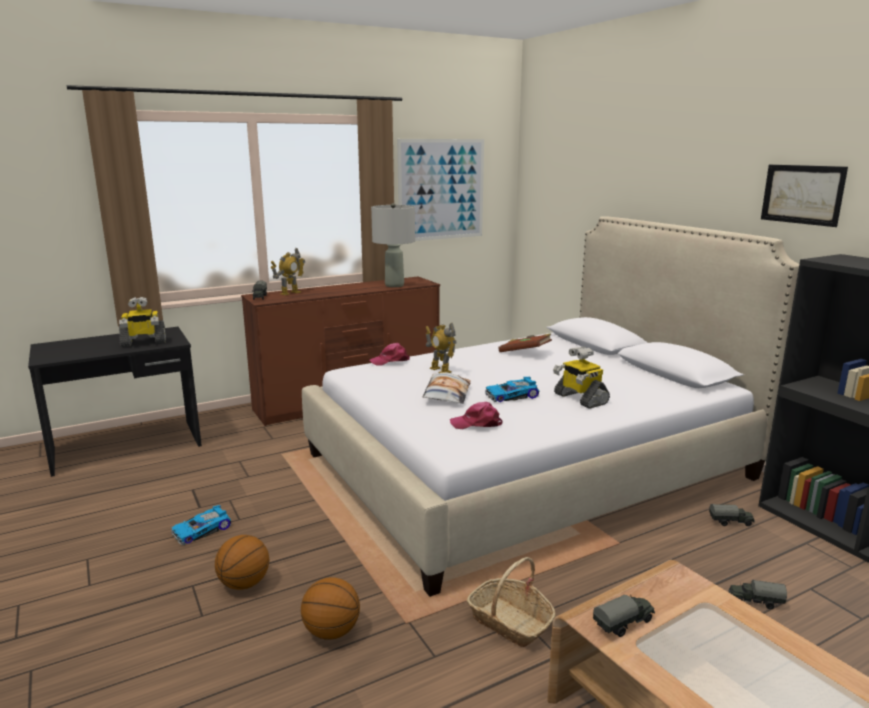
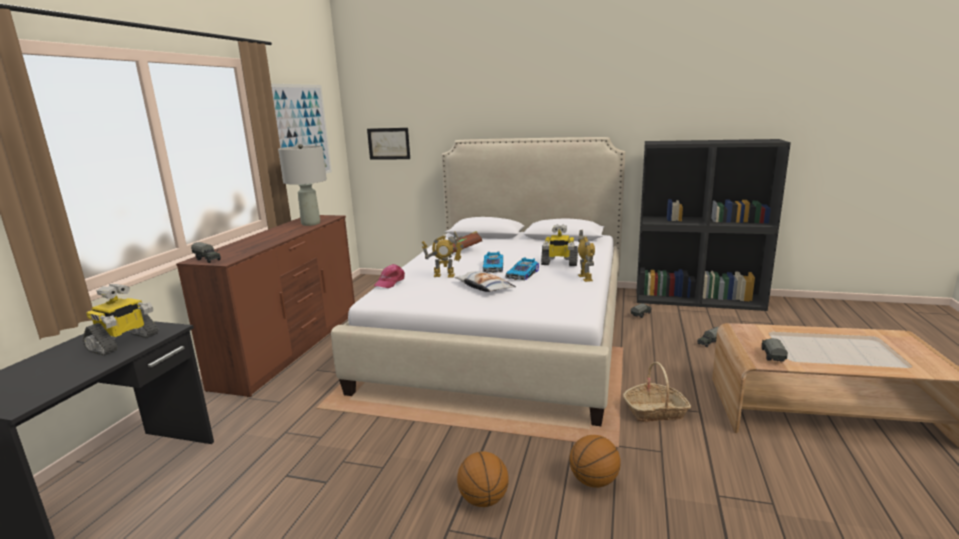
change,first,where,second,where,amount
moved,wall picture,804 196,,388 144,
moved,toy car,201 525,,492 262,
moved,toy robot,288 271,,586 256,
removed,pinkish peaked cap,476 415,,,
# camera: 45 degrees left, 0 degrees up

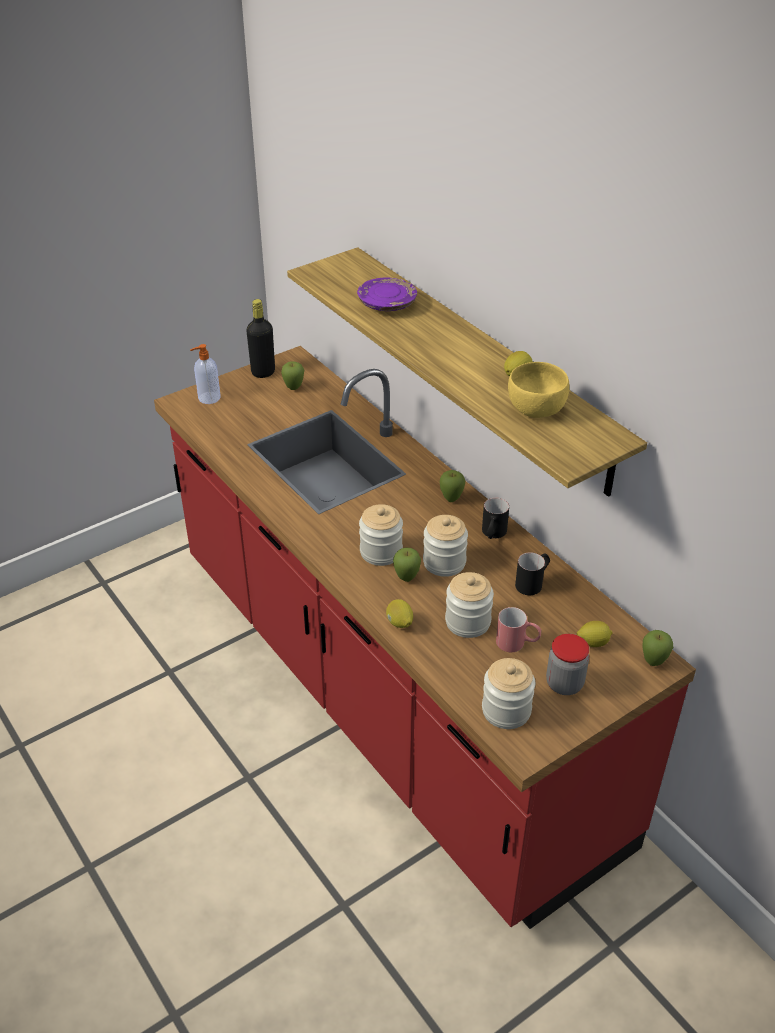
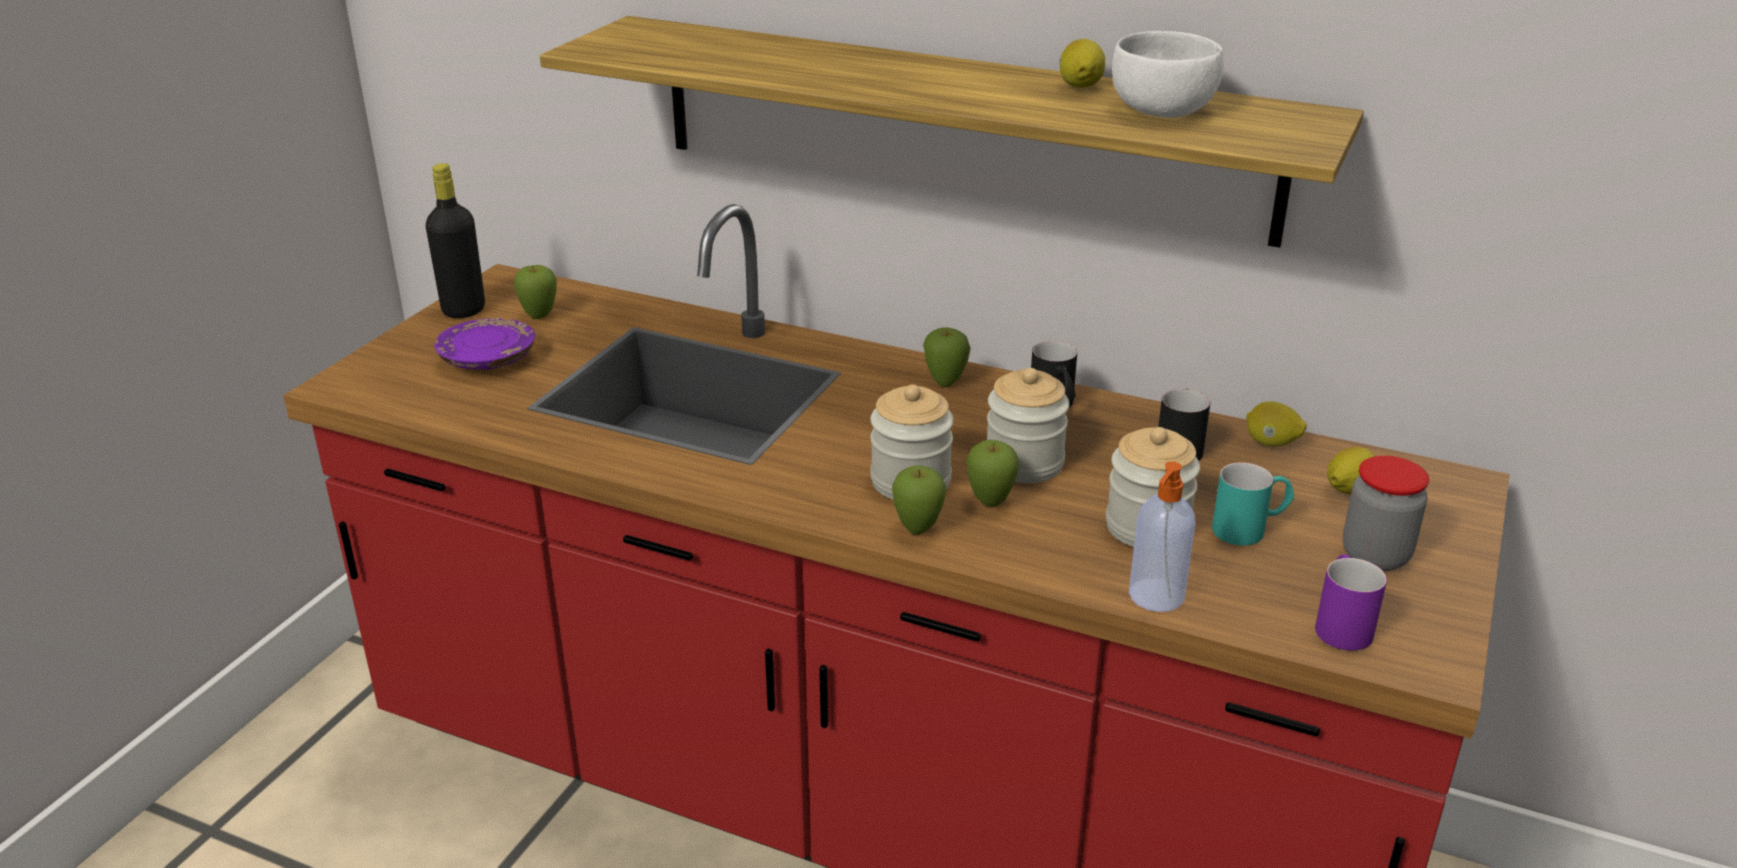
change,first,where,second,where,amount
moved,purple plate,387 294,,484 344,
moved,apple,657 648,,919 500,
recoloured,yellow-coloured deep dish,539 390,white deep dish,1167 74,
moved,soap dispenser,205 374,,1162 537,
recoloured,reddish mug,518 629,blue-green mug,1253 504,
moved,citrus fruit,399 613,,1276 423,
replaced,jar,508 693,purple mug,1351 602,
# camera: 30 degrees left, 10 degrees down

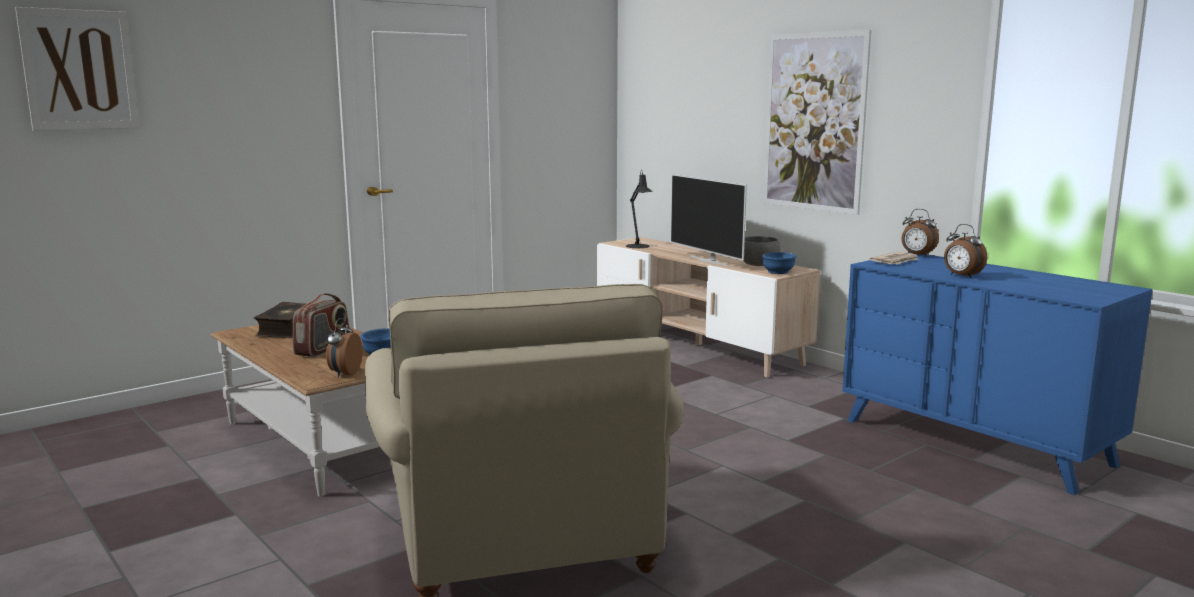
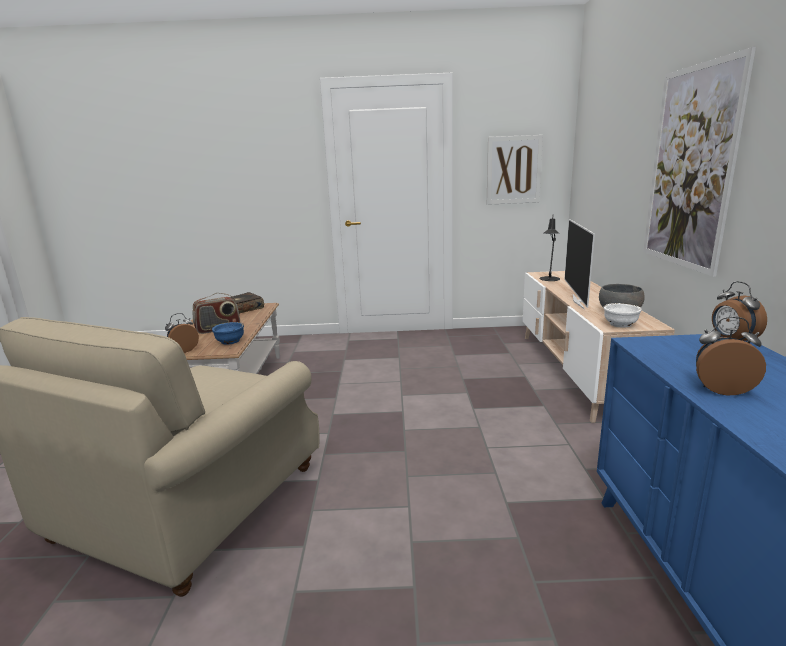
change,first,where,second,where,amount
moved,wall picture,77 69,,515 170,
recoloured,blue deep dish,779 263,white deep dish,622 315,
turned,table clock,965 251,,731 356,105 degrees clockwise
removed,printed paper,894 257,,,
# camera: 40 degrees right, 5 degrees up

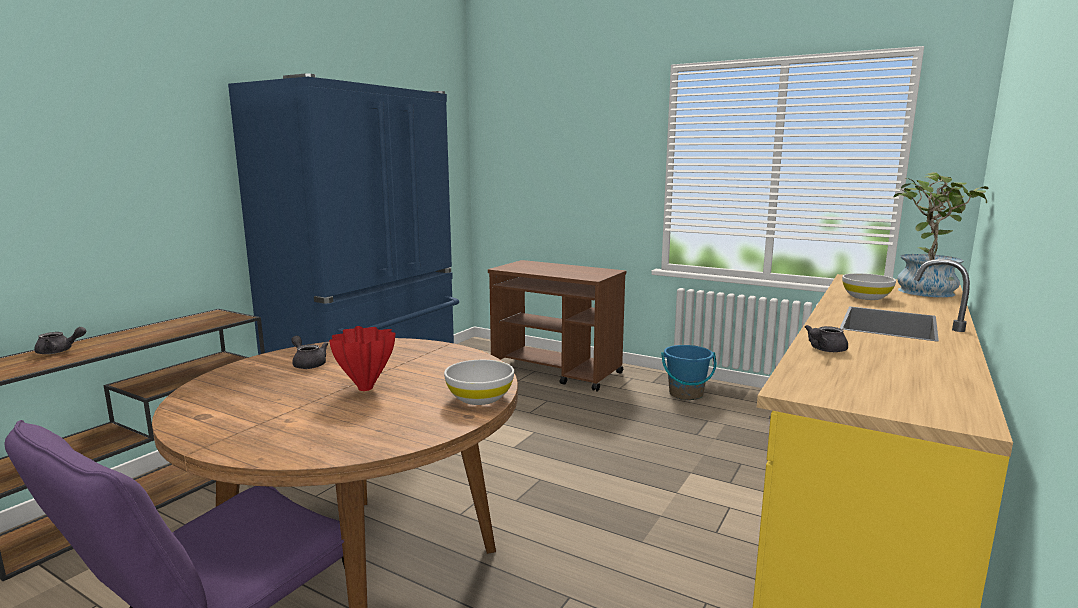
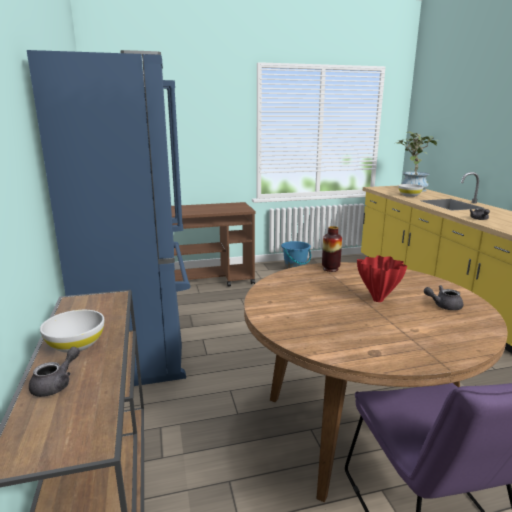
change,first,where,second,where,amount
moved,white deep dish,479 382,,72 331,
added,,,flower vase,332 249,
moved,greyish teapot,309 352,,443 297,
# camera: 45 degrees left, 5 degrees up

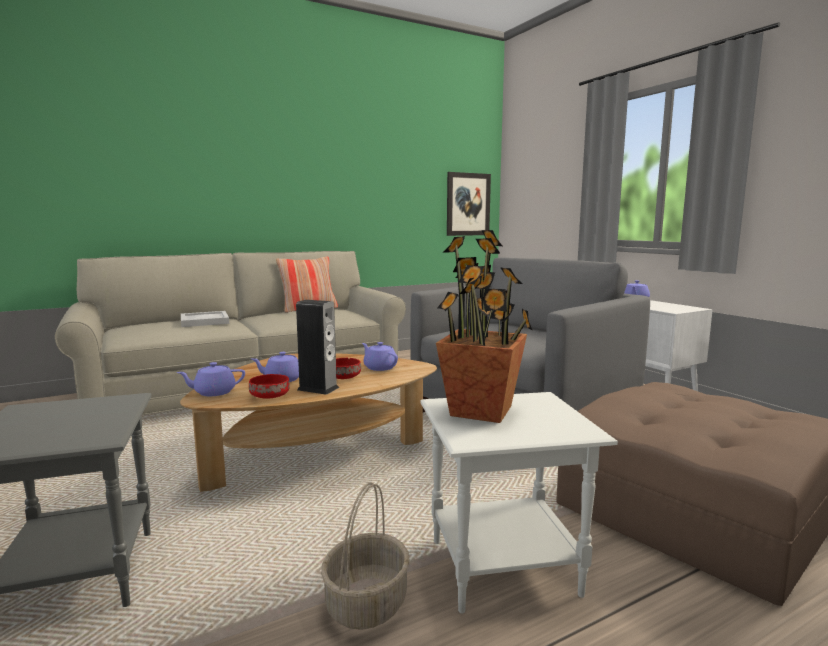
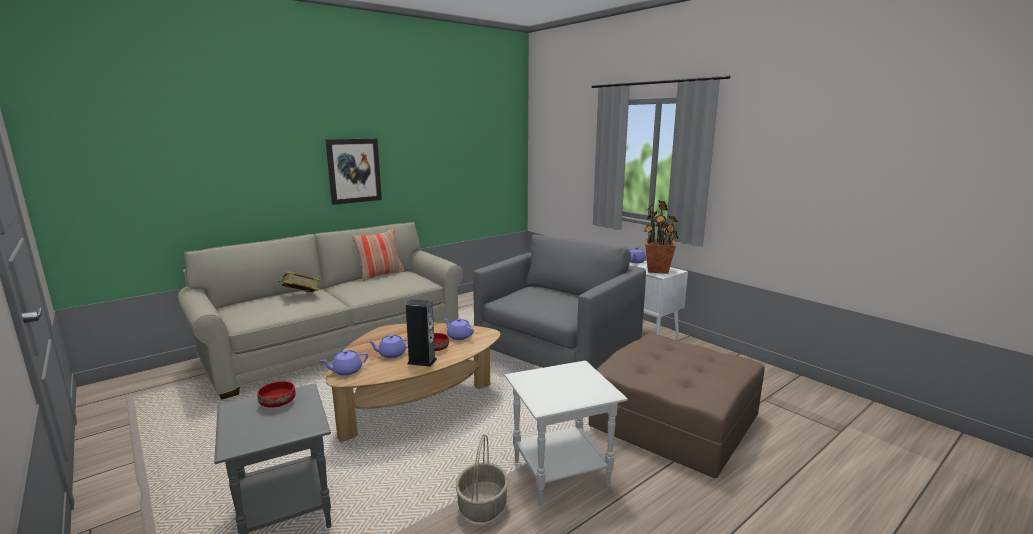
change,first,where,second,where,amount
moved,reddish deep dish,269 386,,276 394,
replaced,white tray,205 319,book,300 281,
moved,wall picture,469 204,,353 171,
moved,plant in a pot,484 326,,661 237,
# camera: 10 degrees left, 5 degrees up

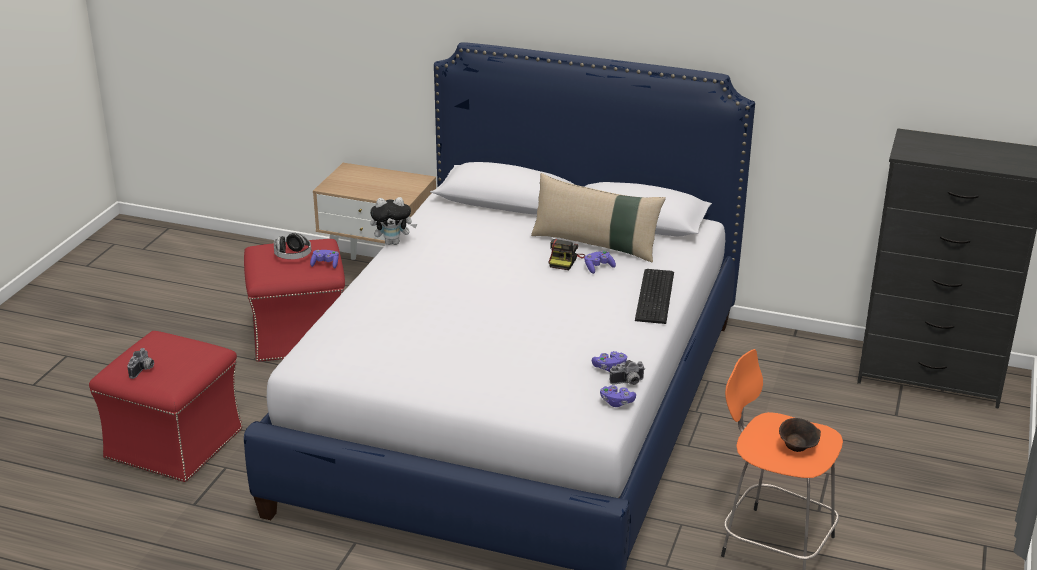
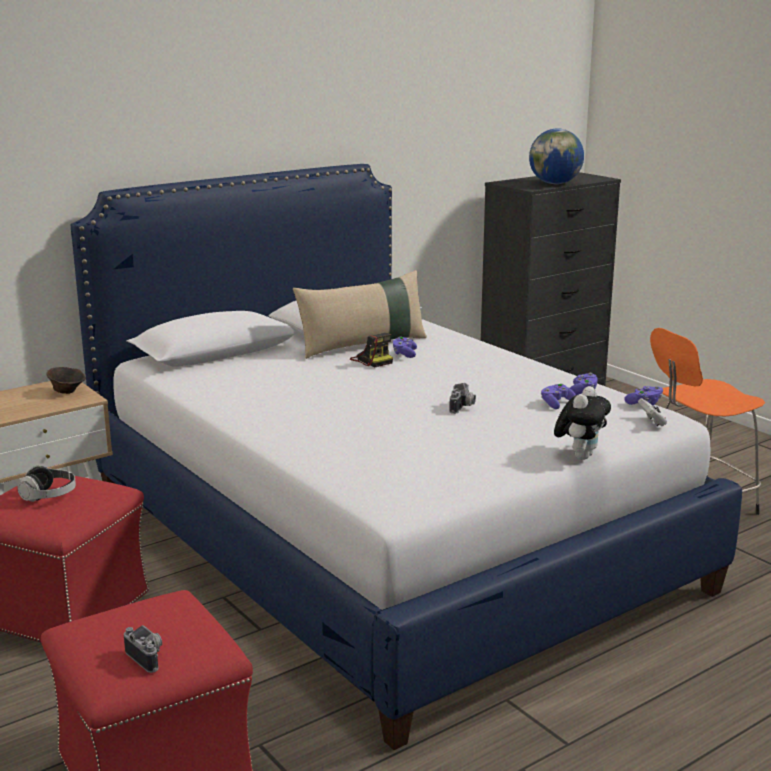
change,first,where,second,where,amount
moved,brownish deep dish,800 435,,66 380,
moved,still camera,627 372,,462 398,
added,,,world globe,556 156,
moved,purple joypad,324 259,,558 396,
moved,plush toy,393 221,,582 423,
added,,,white joypad,652 412,
removed,PC keyboard,654 296,,,
# camera: 55 degrees left, 10 degrees down

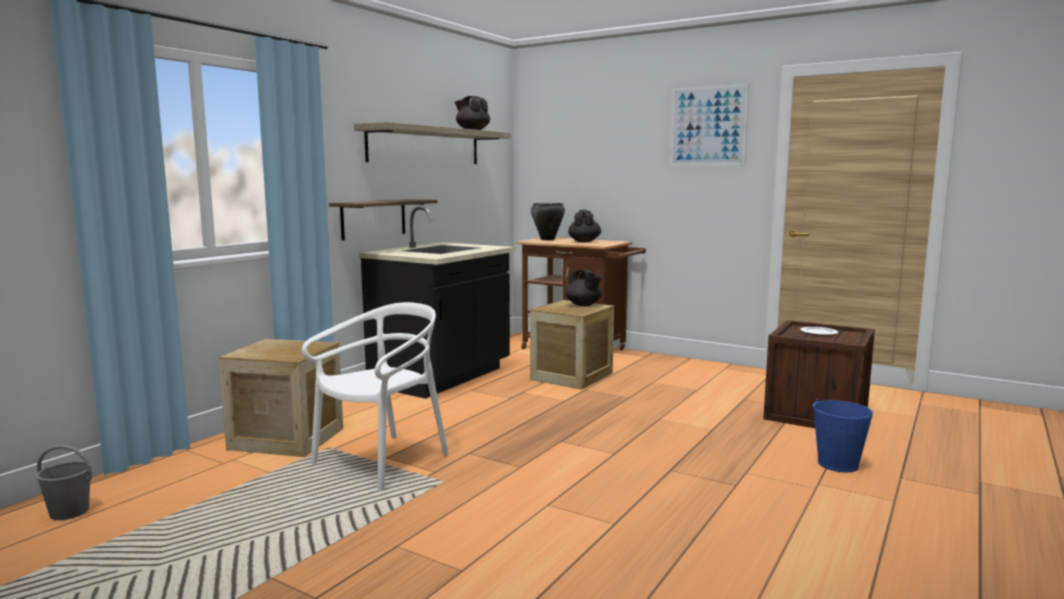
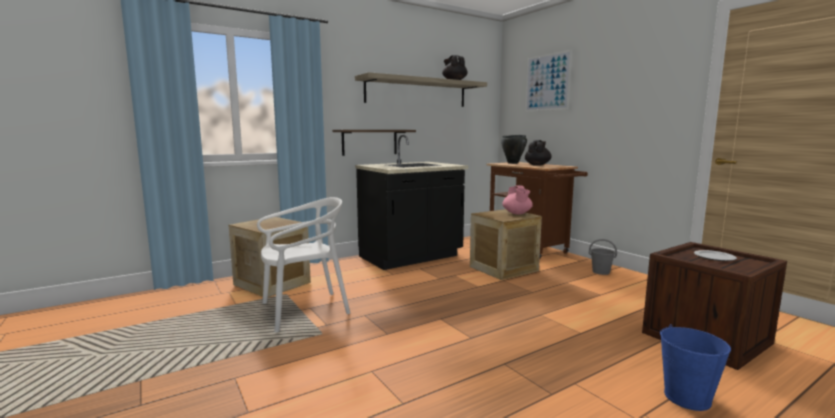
change,first,where,second,where,amount
recoloured,black teapot,583 288,pinkish teapot,518 199,
moved,wall picture,709 125,,548 81,
moved,greyish pail,64 482,,603 257,
# camera: 25 degrees right, 0 degrees up

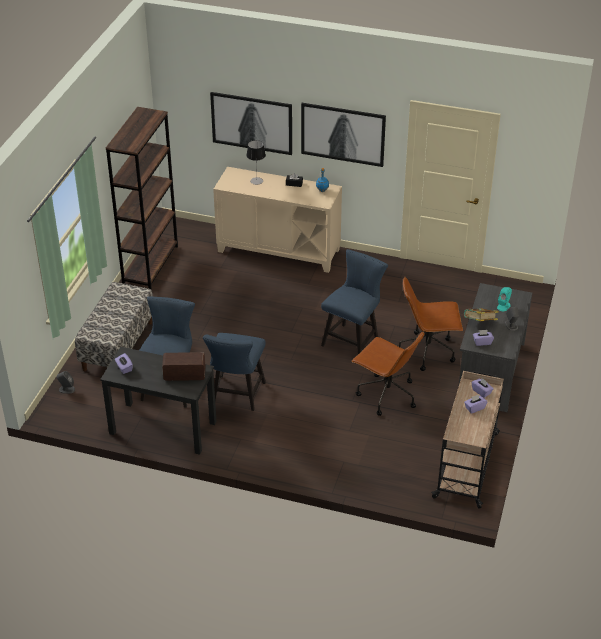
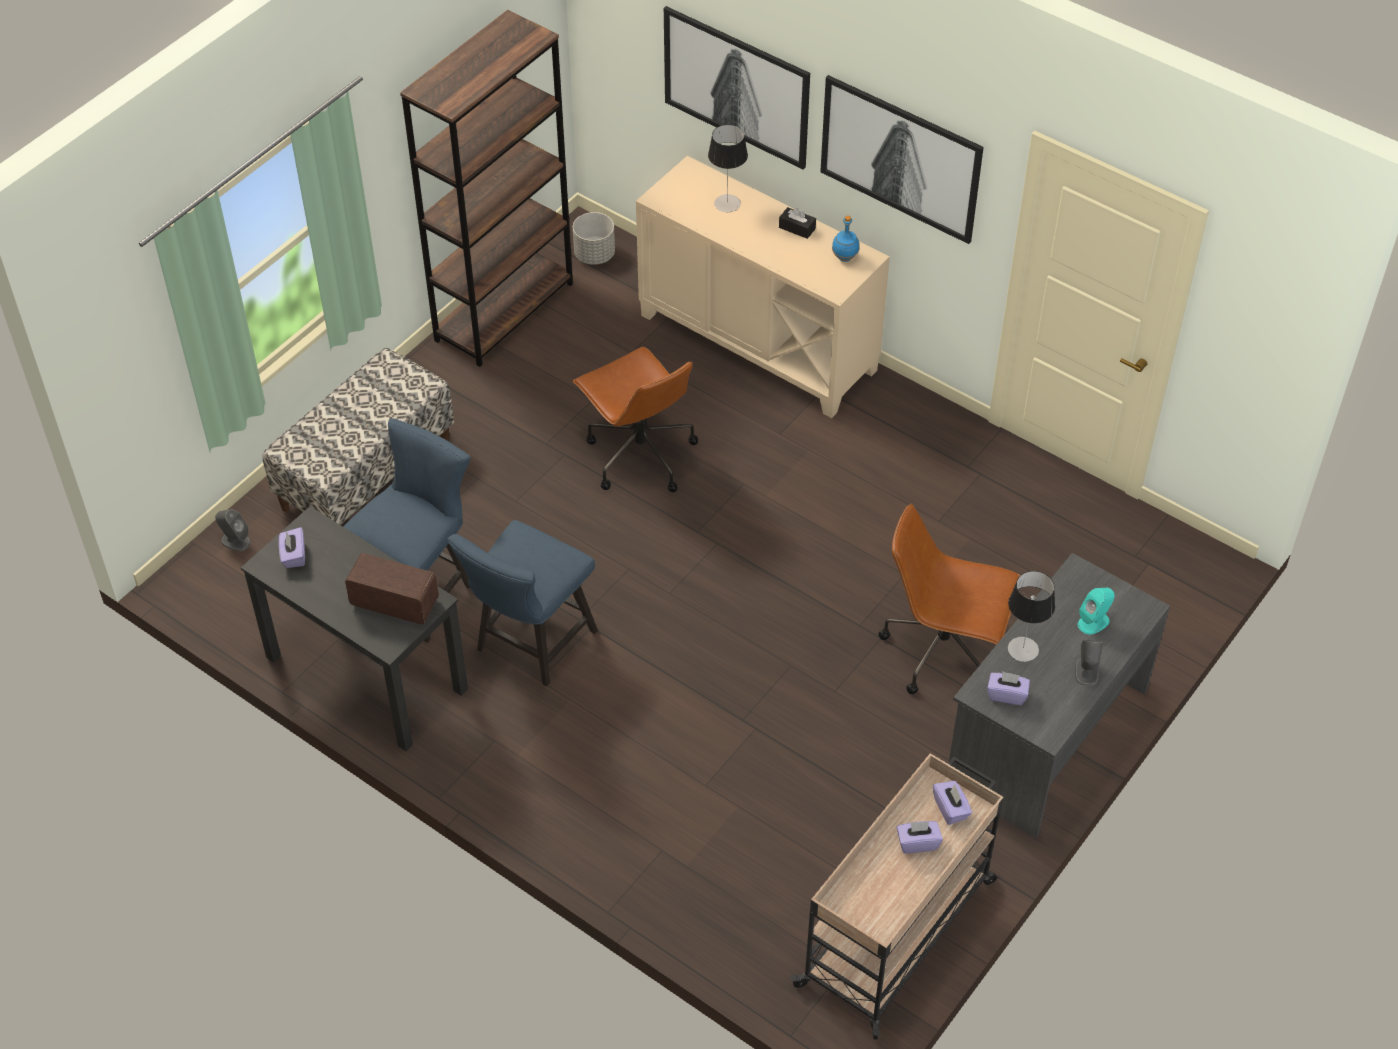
change,first,where,second,where,amount
added,,,greyish flower pot,594 238,
moved,brownish office chair,388 374,,635 419,
replaced,book,481 314,table lamp,1031 616,
removed,blue chair,354 301,,,
# camera: 20 degrees right, 10 degrees up

